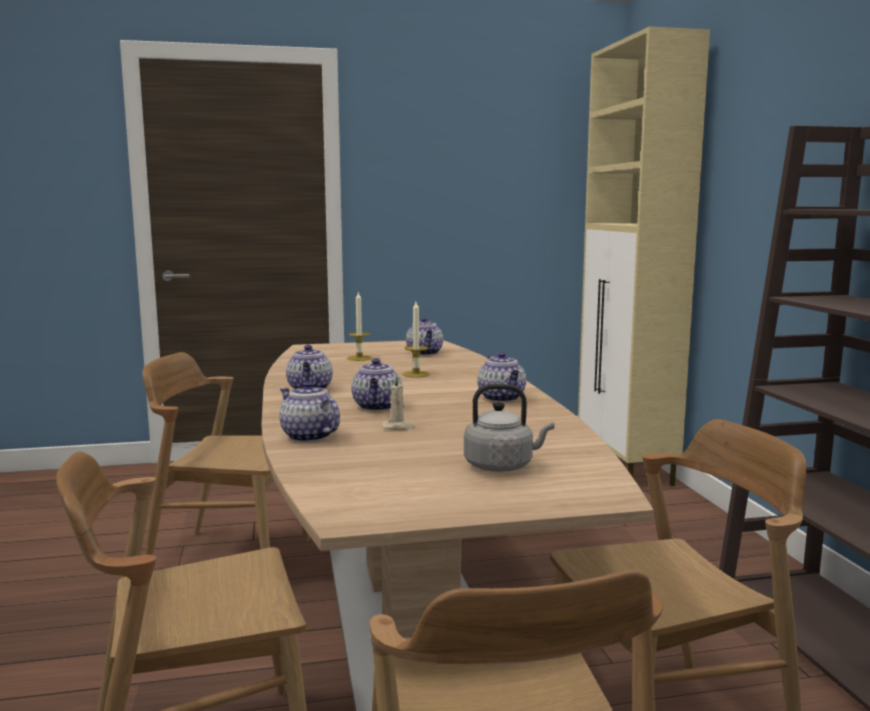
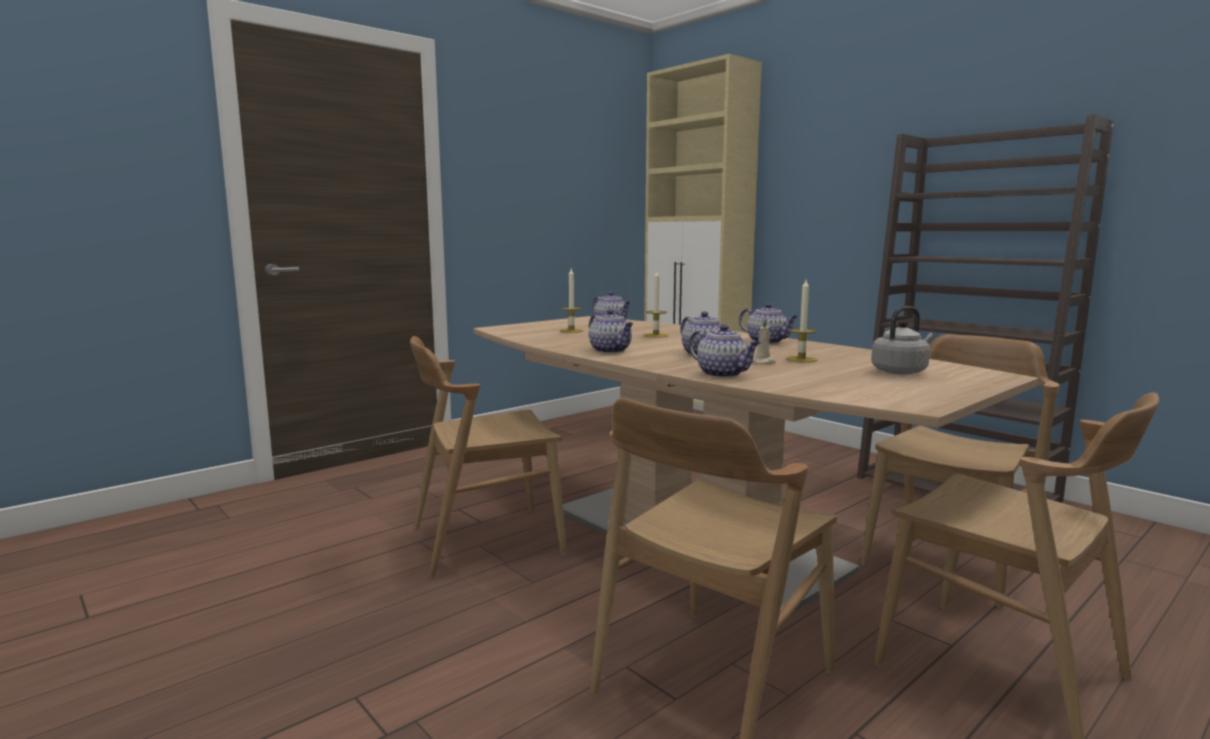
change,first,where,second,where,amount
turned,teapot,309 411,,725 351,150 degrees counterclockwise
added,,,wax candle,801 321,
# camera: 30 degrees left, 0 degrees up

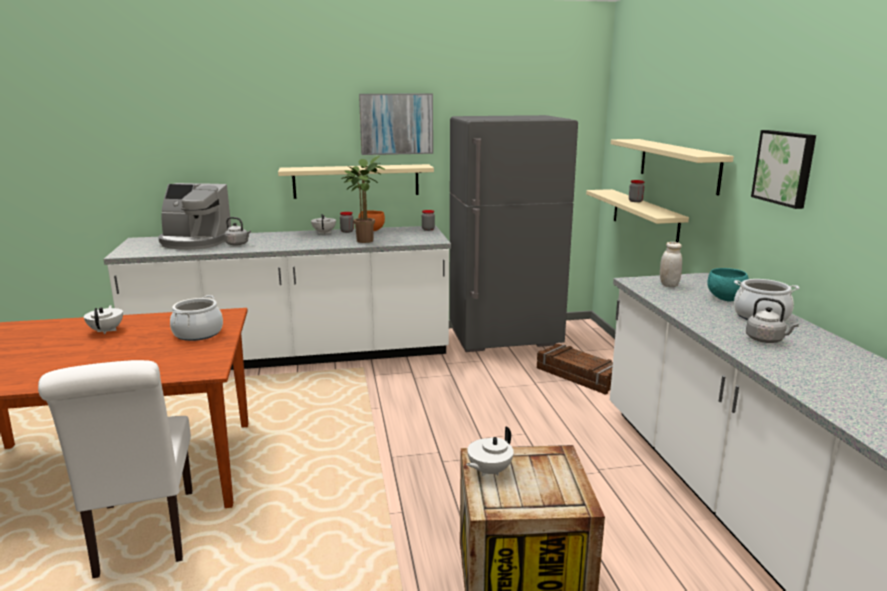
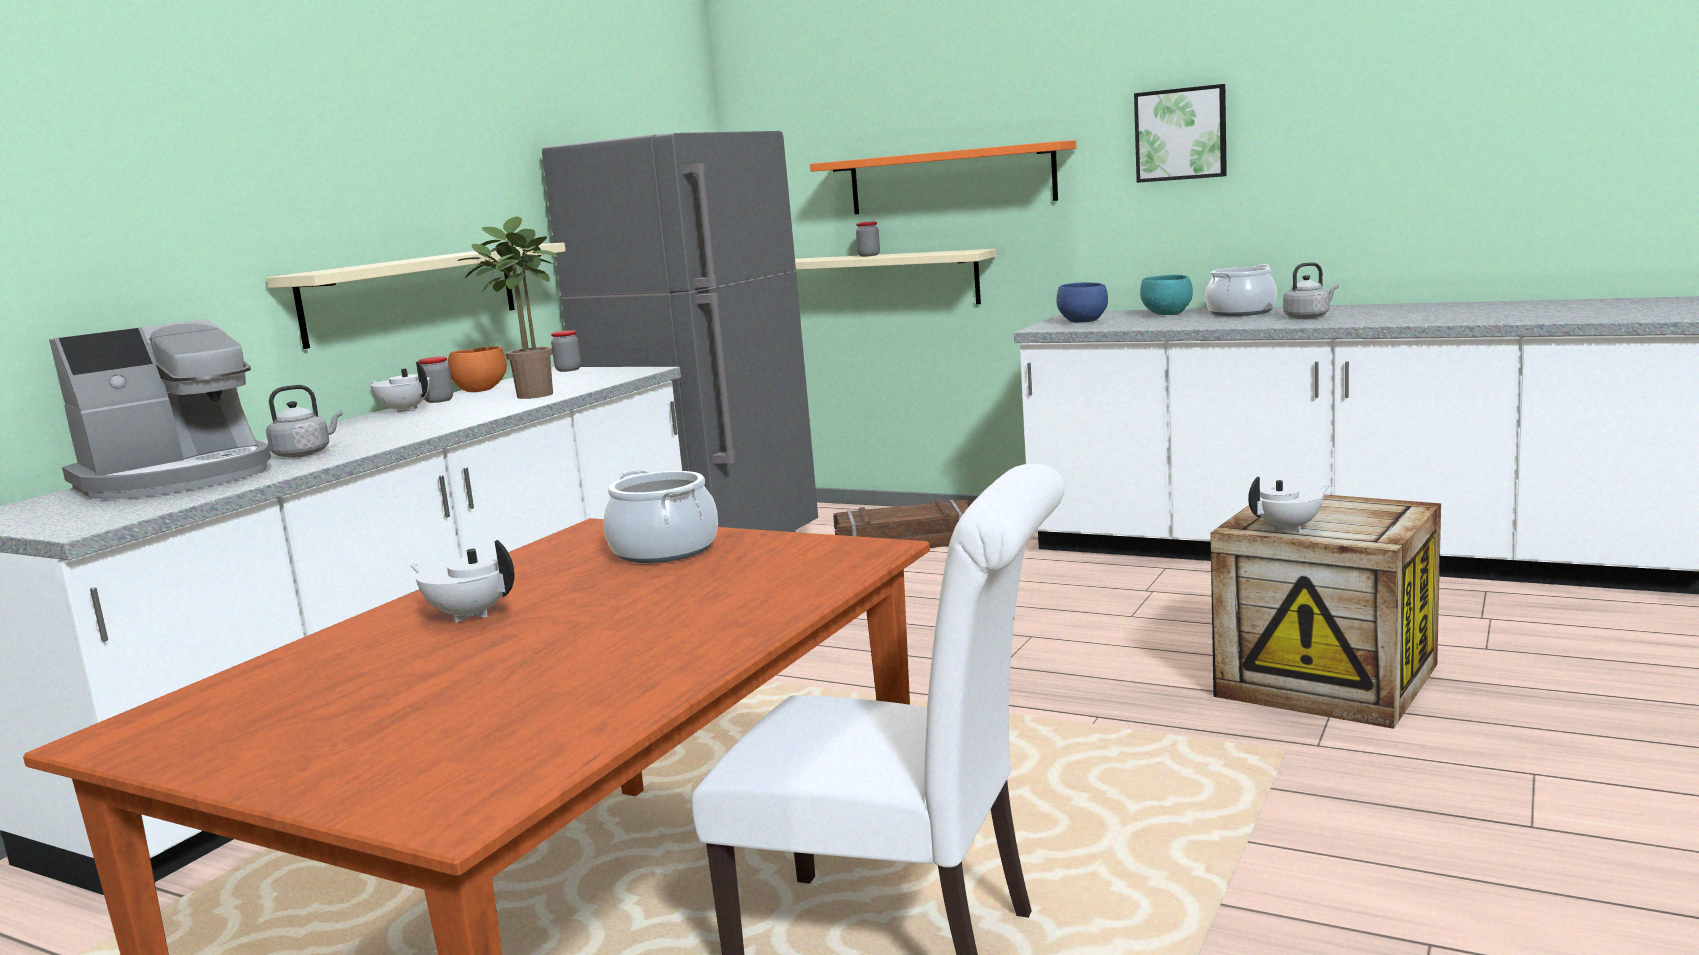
change,first,where,second,where,amount
recoloured,beige-coloured bracket shelf,672 167,orangey bracket shelf,943 177,
replaced,white jar,671 264,blue deep dish,1082 302,
turned,white teapot,490 451,,1288 504,105 degrees counterclockwise
removed,wall picture,396 124,,,
# camera: 50 degrees left, 5 degrees down

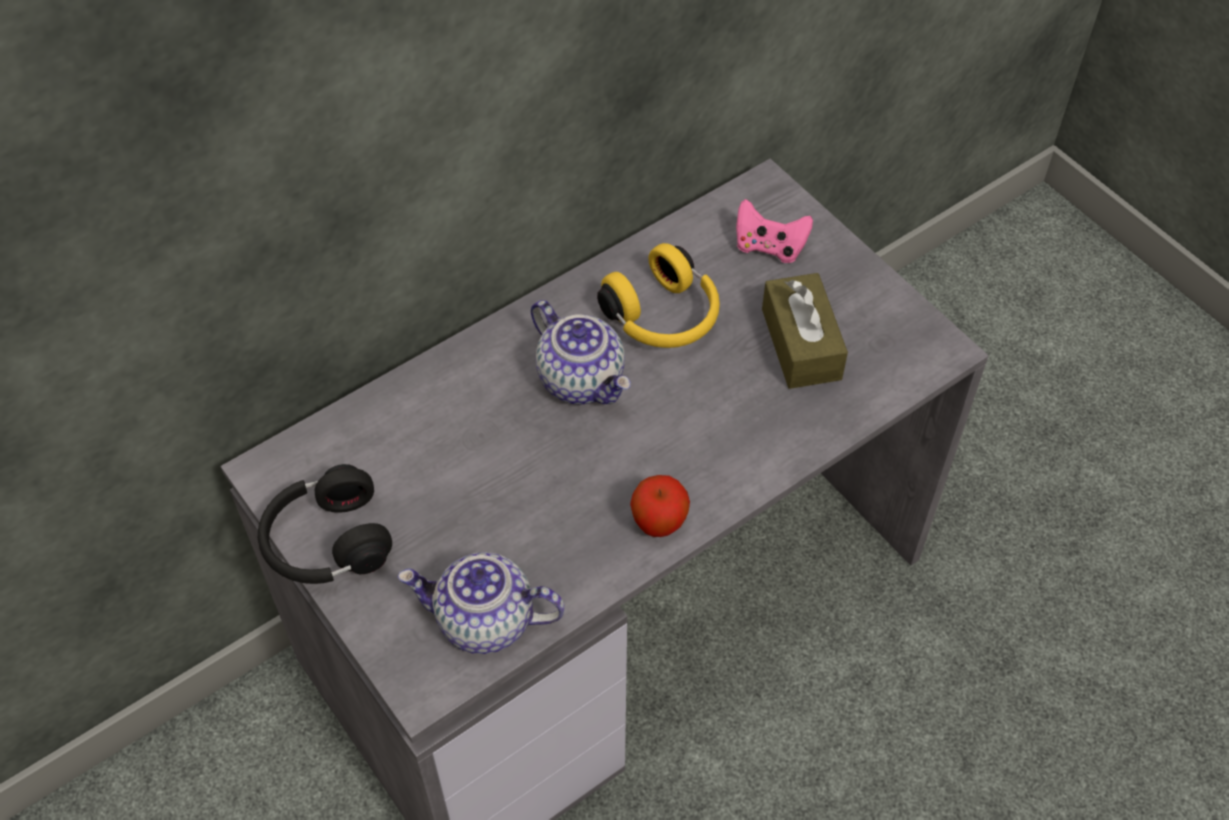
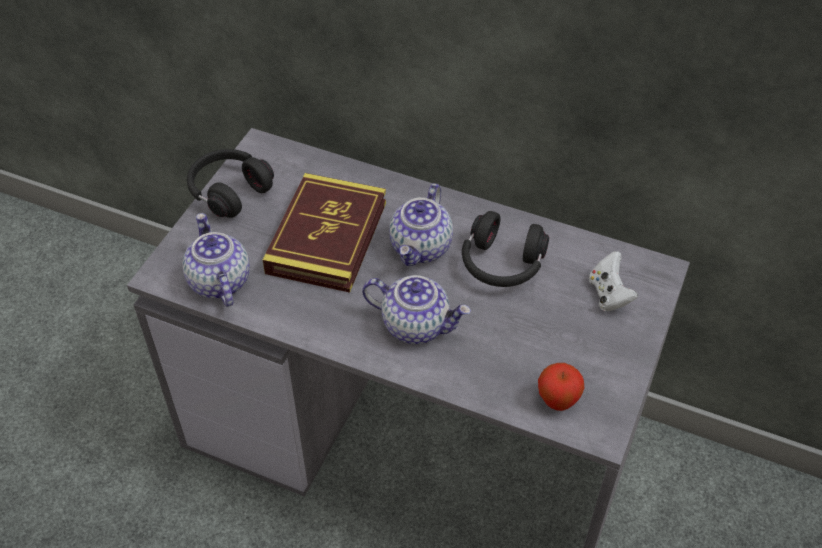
change,first,where,second,where,amount
added,,,book,324 233,
added,,,teapot,416 309,
recoloured,yellow-coloured pair of headphones,658 295,black pair of headphones,505 249,
moved,apple,660 506,,561 387,
recoloured,pinkish joypad,774 231,white joypad,613 281,
removed,brownish tissue holder,805 331,,,
# camera: 60 degrees right, 5 degrees down

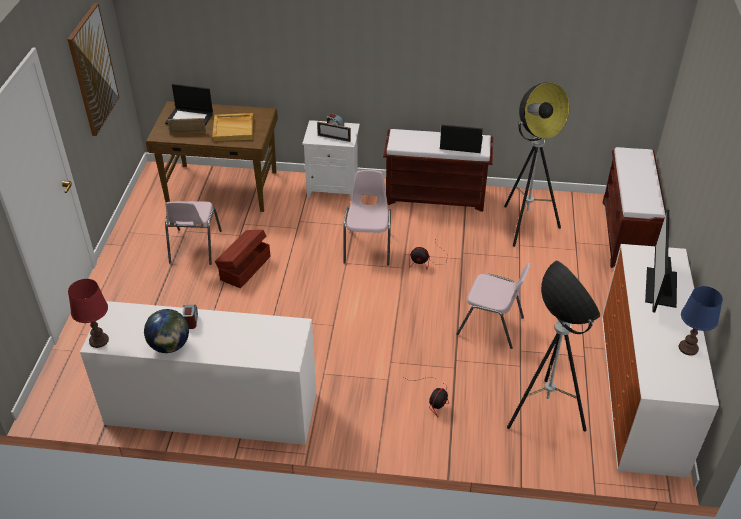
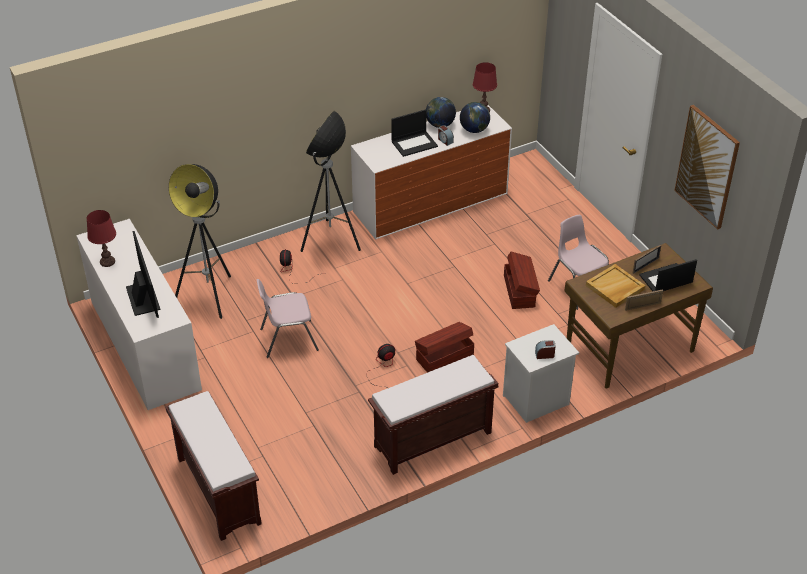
change,first,where,second,where,amount
recoloured,blue table lamp,701 320,reddish table lamp,101 238,
moved,standing lamp,536 164,,330 181,
moved,notebook computer,461 139,,414 133,
replaced,pinkish chair,367 218,brownish storage container,444 347,
added,,,world globe,475 117,
moved,picture frame,334 131,,644 300,
# camera: 145 degrees right, 0 degrees up

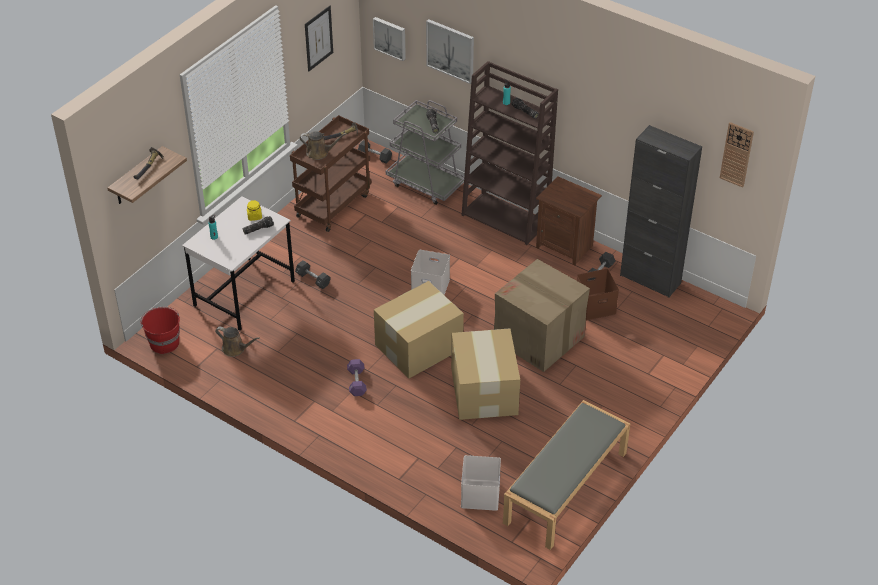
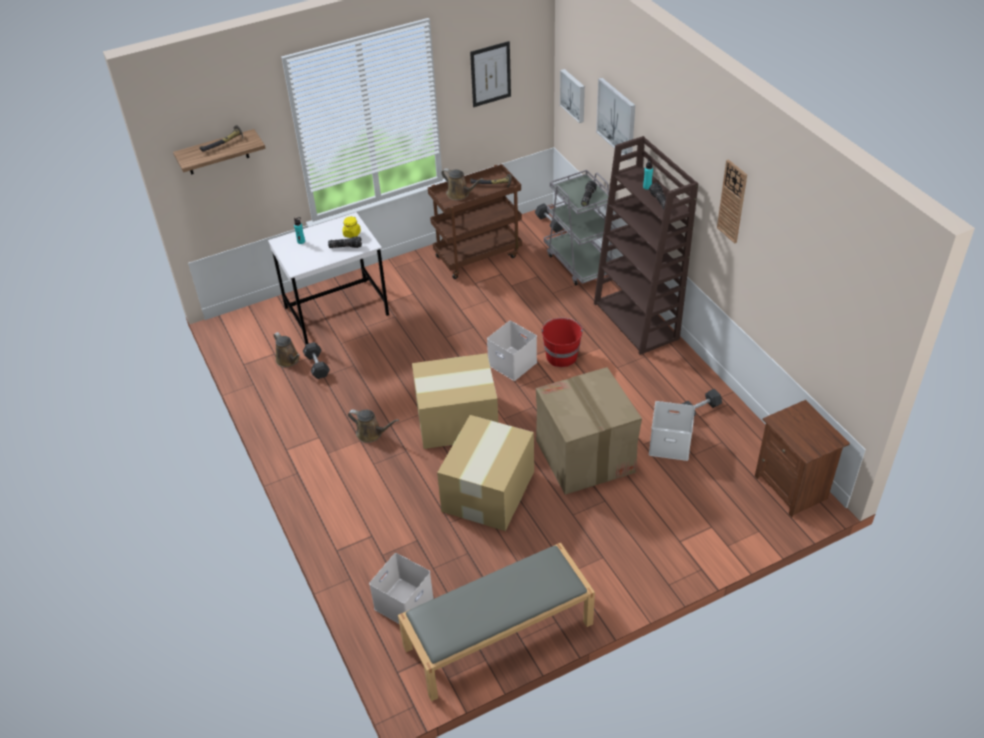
change,first,where,second,where,amount
moved,black free weight,313 274,,316 360,
replaced,purple free weight,357 377,brownish watering can,373 426,
moved,reddish pail,160 330,,562 342,
recoloured,brownish storage container,598 294,white storage container,672 431,
moved,wall clock,737 155,,732 201,
moved,brownish nightstand,569 221,,802 458,
removed,black cabinet,661 211,,,
# camera: 30 degrees right, 0 degrees up

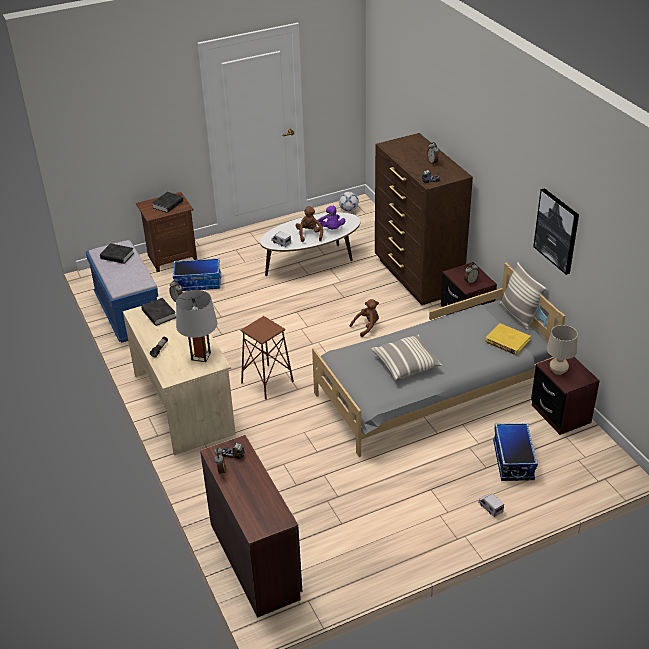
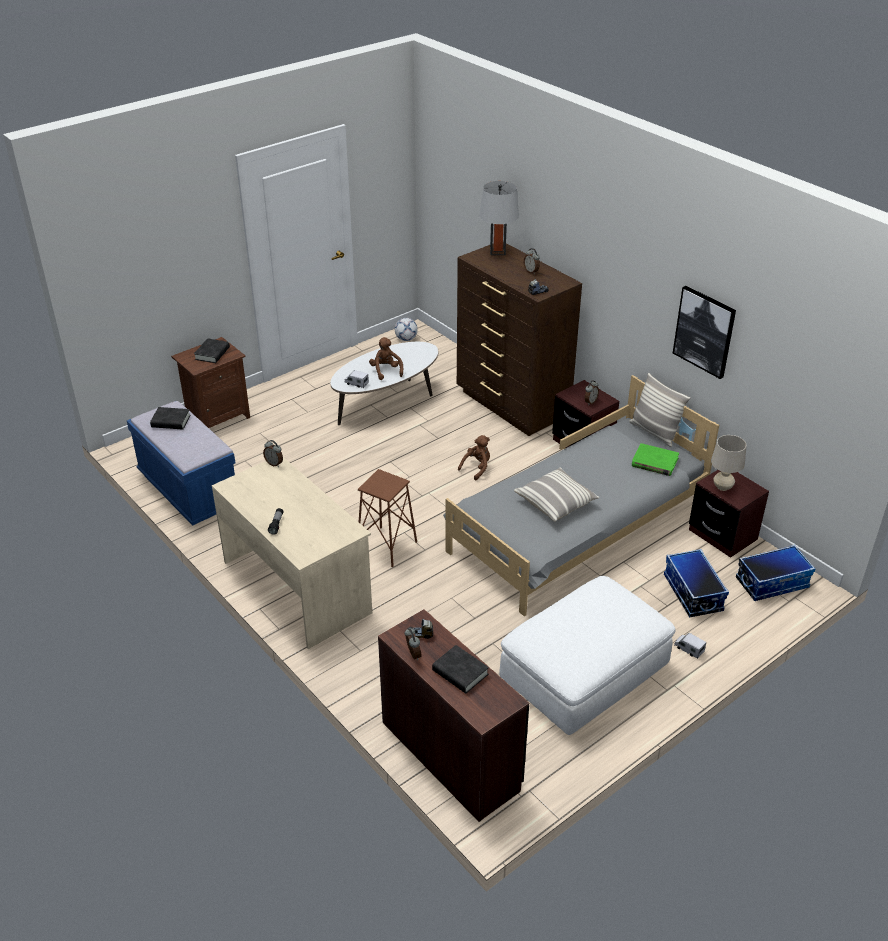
change,first,where,second,where,amount
moved,black book,159 312,,460 669,
moved,greyish table lamp,196 326,,499 218,
added,,,white pouffe,587 655,
recoloured,yellow-coloured book,508 339,green-coloured book,655 459,
moved,storage container,197 274,,775 573,
removed,purple plush toy,331 217,,,
# camera: 15 degrees left, 0 degrees up

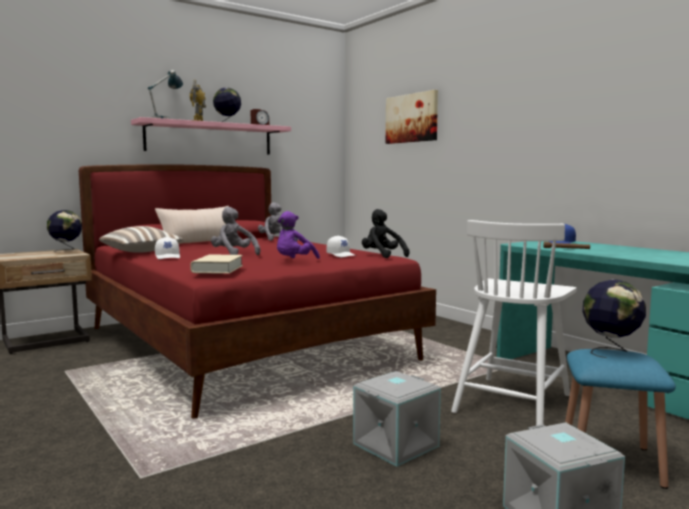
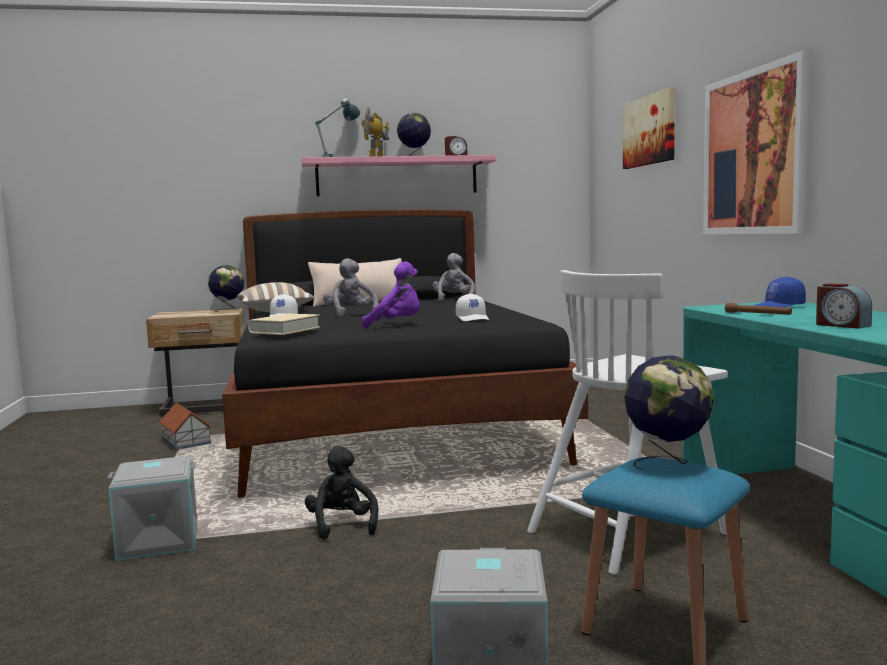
change,first,where,second,where,amount
moved,greyish storage container,397 419,,152 508,
added,,,model house,185 427,
recoloured,reddish bed,257 291,black bed,405 353,
moved,black plush toy,385 233,,341 492,
turned,purple plush toy,298 235,,391 294,135 degrees counterclockwise
added,,,wall picture,756 142,
added,,,table clock,844 306,
# camera: 25 degrees right, 0 degrees up

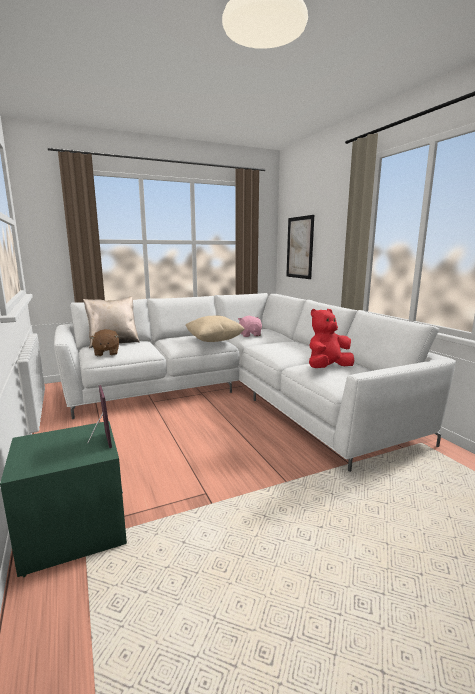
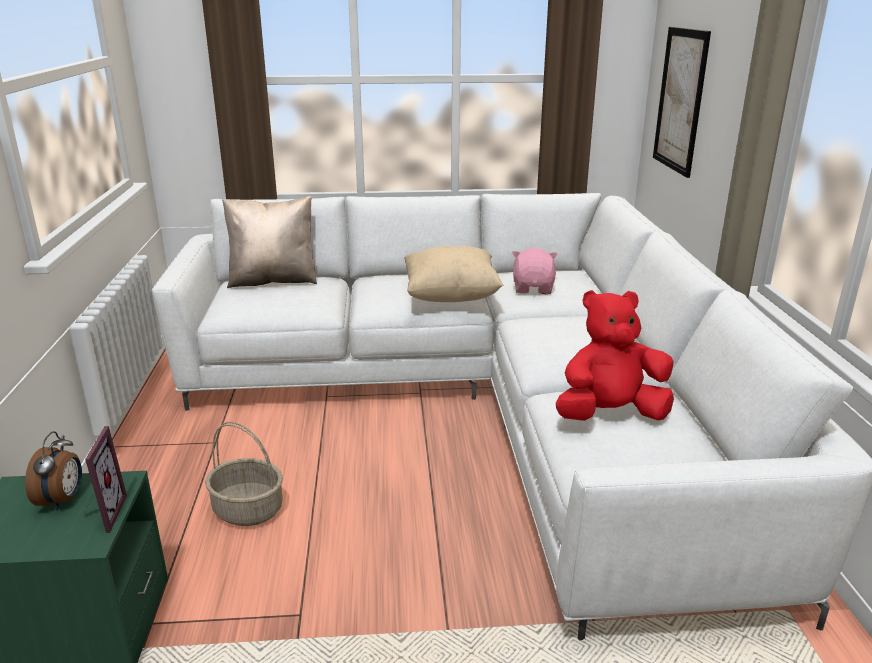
change,first,where,second,where,amount
added,,,table clock,53 470,
added,,,basket,244 473,
removed,brownish plush toy,104 342,,,
# camera: 20 degrees right, 10 degrees up

